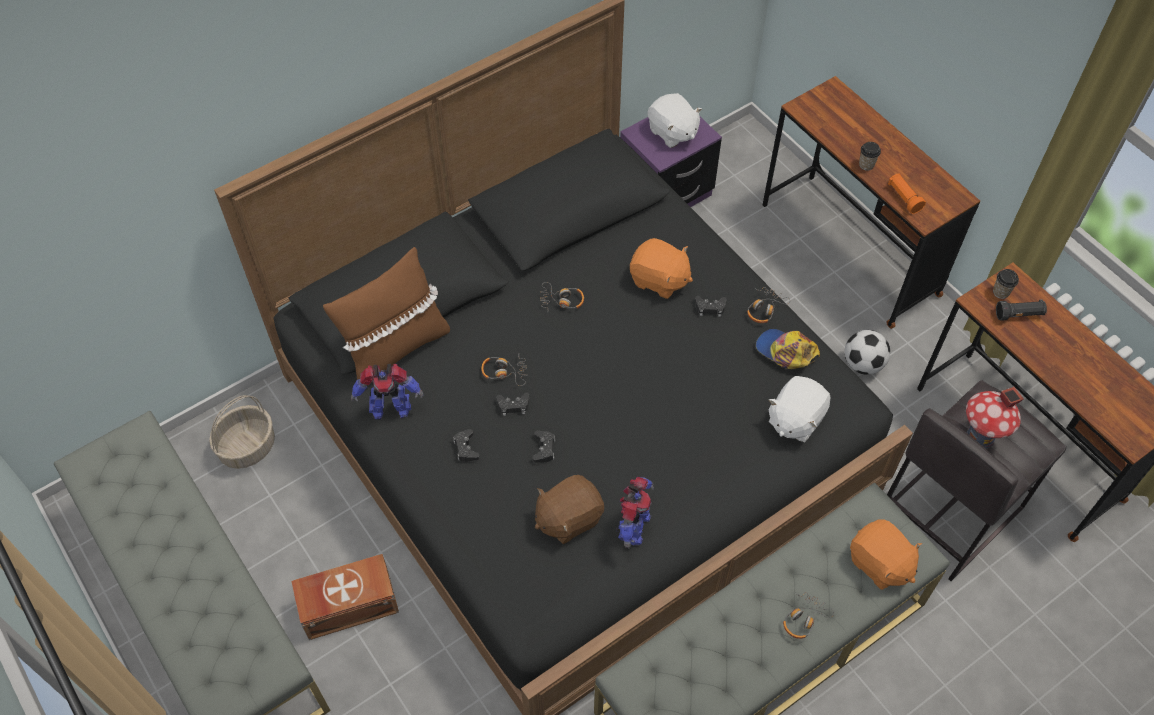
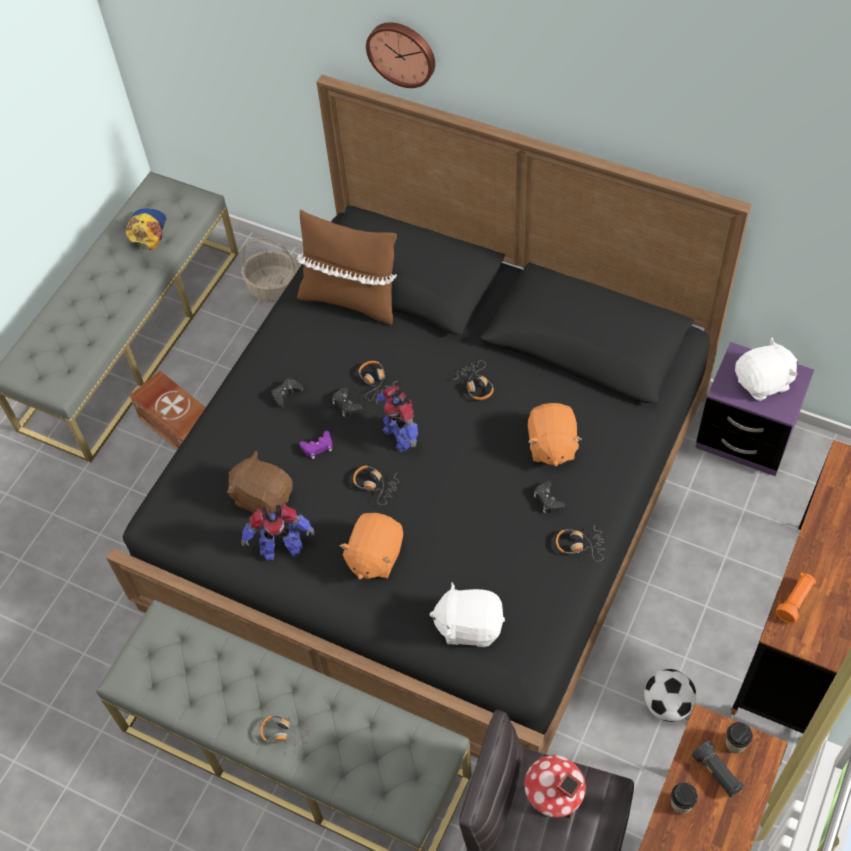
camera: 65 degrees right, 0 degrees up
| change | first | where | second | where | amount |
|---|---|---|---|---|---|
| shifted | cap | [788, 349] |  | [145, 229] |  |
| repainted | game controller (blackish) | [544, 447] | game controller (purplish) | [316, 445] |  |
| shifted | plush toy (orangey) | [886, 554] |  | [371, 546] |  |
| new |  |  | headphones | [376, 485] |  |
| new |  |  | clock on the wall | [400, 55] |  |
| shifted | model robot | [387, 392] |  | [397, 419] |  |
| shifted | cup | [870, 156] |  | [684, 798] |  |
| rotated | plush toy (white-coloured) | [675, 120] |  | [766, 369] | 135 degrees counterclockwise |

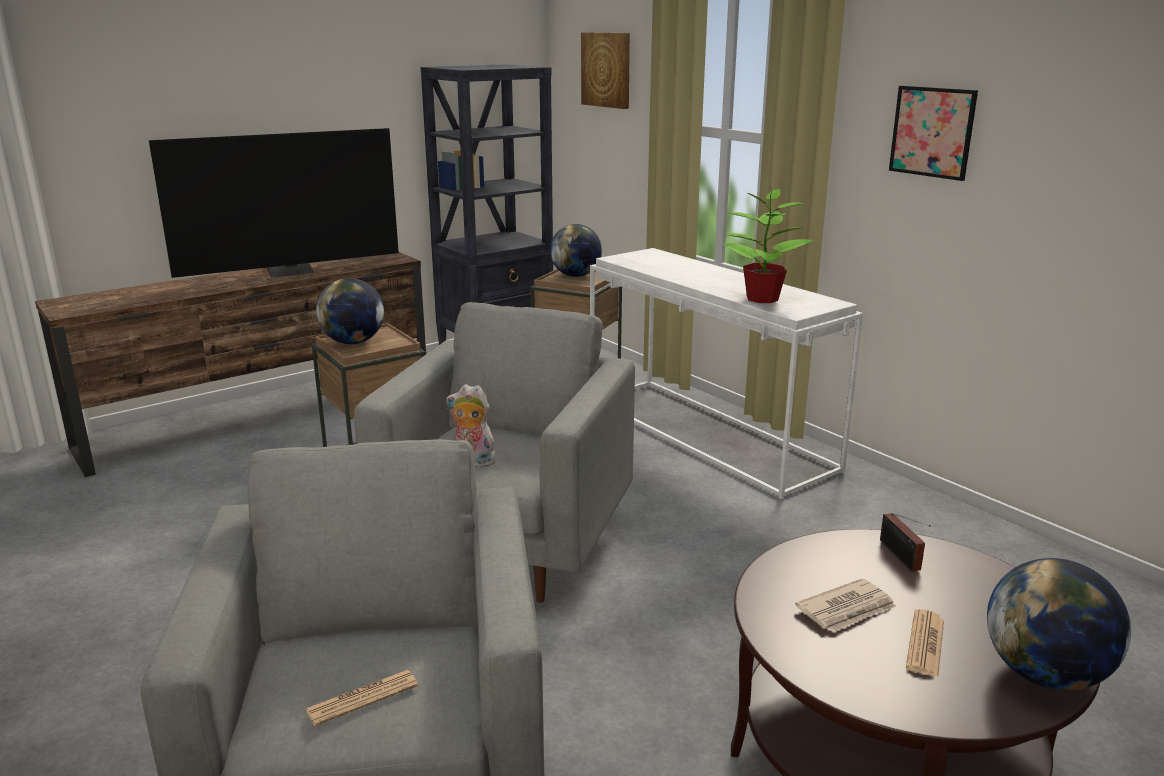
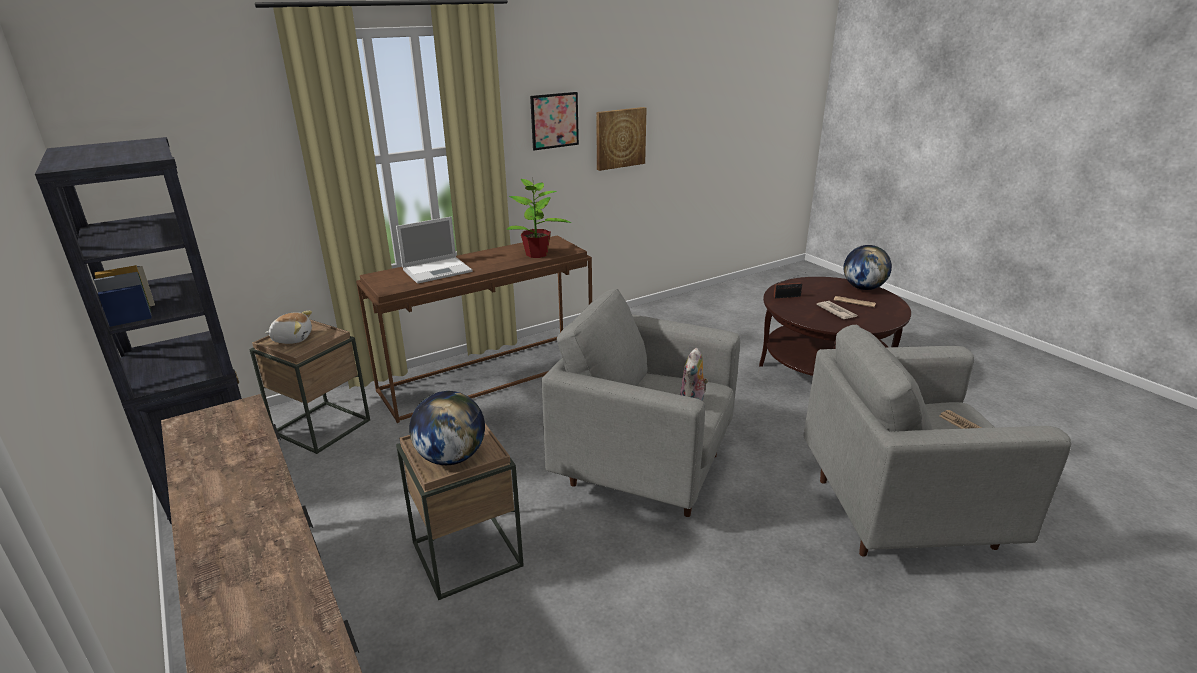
camera: 85 degrees left, 5 degrees up
| change | first | where | second | where | amount |
|---|---|---|---|---|---|
| swapped | world globe | [576, 250] | plush toy | [288, 327] |  |
| repainted | console table (white-coloured) | [726, 373] | console table (brownish) | [474, 329] |  |
| new |  |  | laptop | [434, 250] |  |
| shifted | picture | [605, 70] |  | [621, 139] |  |
| gone | TV | [274, 203] |  |  |  |

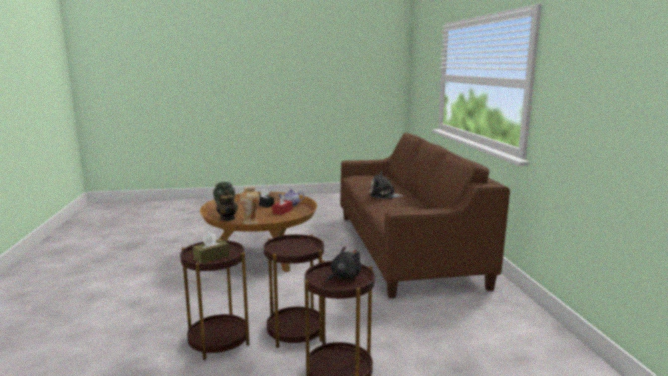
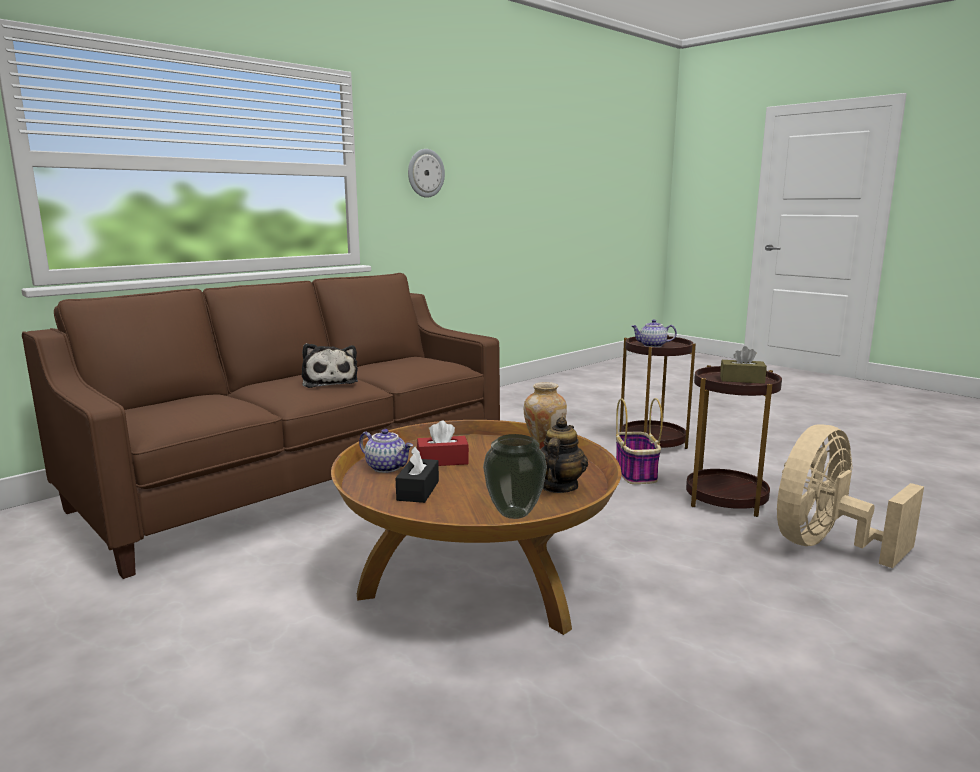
camera: 125 degrees left, 0 degrees up
| change | first | where | second | where | amount |
|---|---|---|---|---|---|
| new |  |  | clock on the wall | [426, 173] |  |
| swapped | end table (brownish) | [294, 291] | basket | [639, 441] |  |
| swapped | plush toy (blackish) | [344, 265] | tea pot | [654, 333] |  |
| new |  |  | fan (beige) | [850, 496] |  |

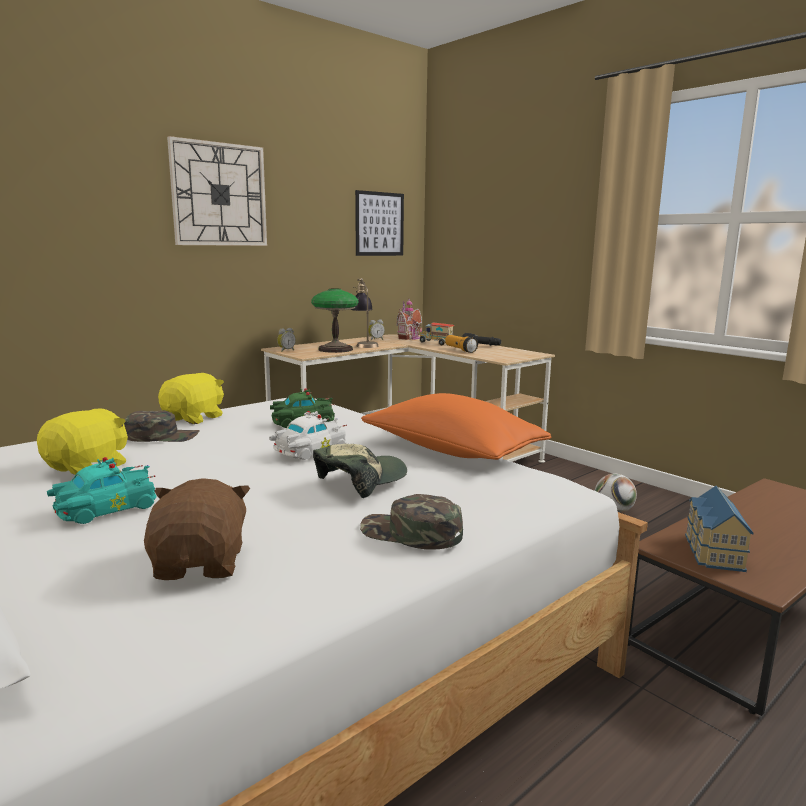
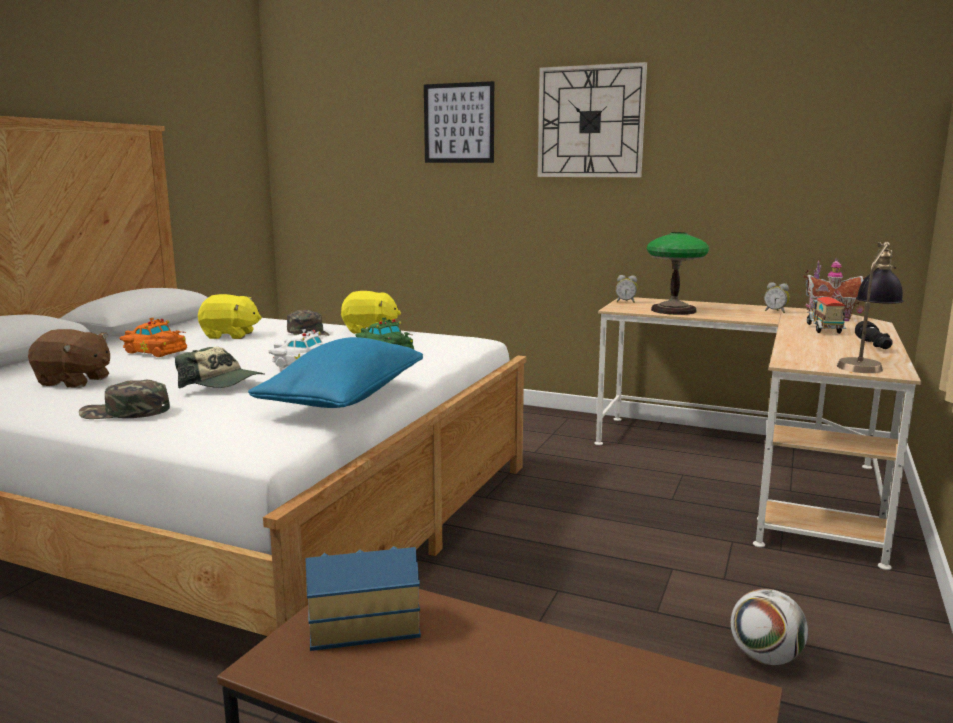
camera: 65 degrees right, 0 degrees up
| change | first | where | second | where | amount |
|---|---|---|---|---|---|
| rotated | plush toy (brownish) | [197, 529] |  | [69, 358] | 45 degrees clockwise |
| rotated | cap (greenish) | [411, 522] |  | [124, 399] | 90 degrees counterclockwise |
| repainted | miniature car (blue-green) | [101, 490] | miniature car (orangey) | [153, 337] |  |
| repainted | cushion (orangey) | [456, 426] | cushion (blue) | [335, 372] |  |
| shifted | picture | [379, 223] |  | [459, 122] |  |
| shifted | tabletop lamp | [364, 313] |  | [870, 307] |  |
| gone | flashlight | [461, 344] |  |  |  |

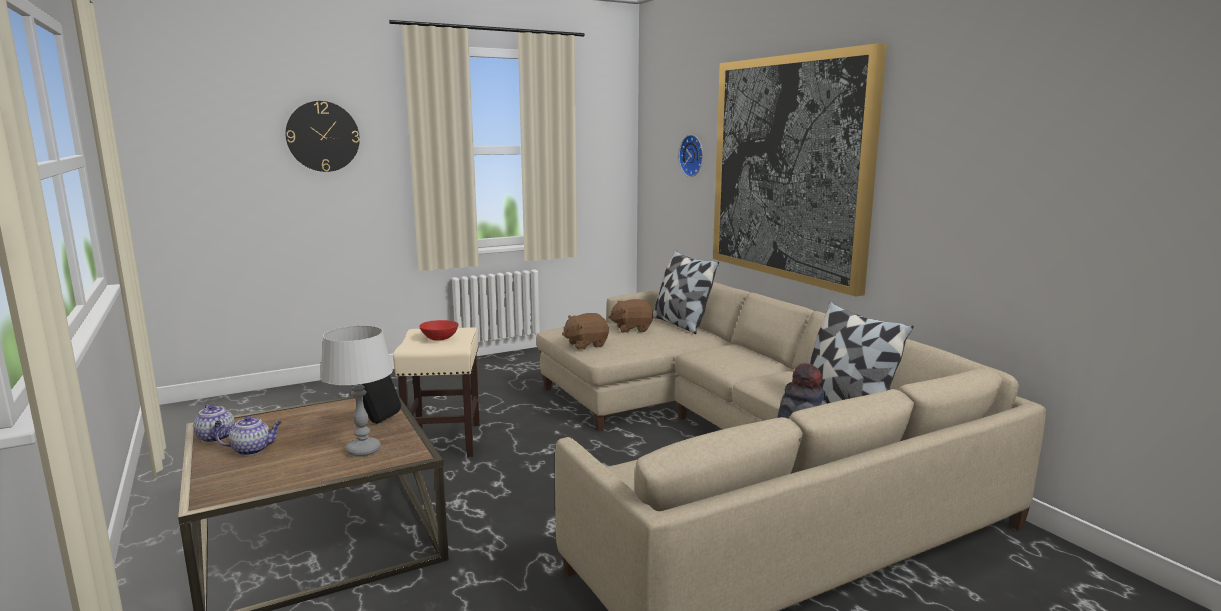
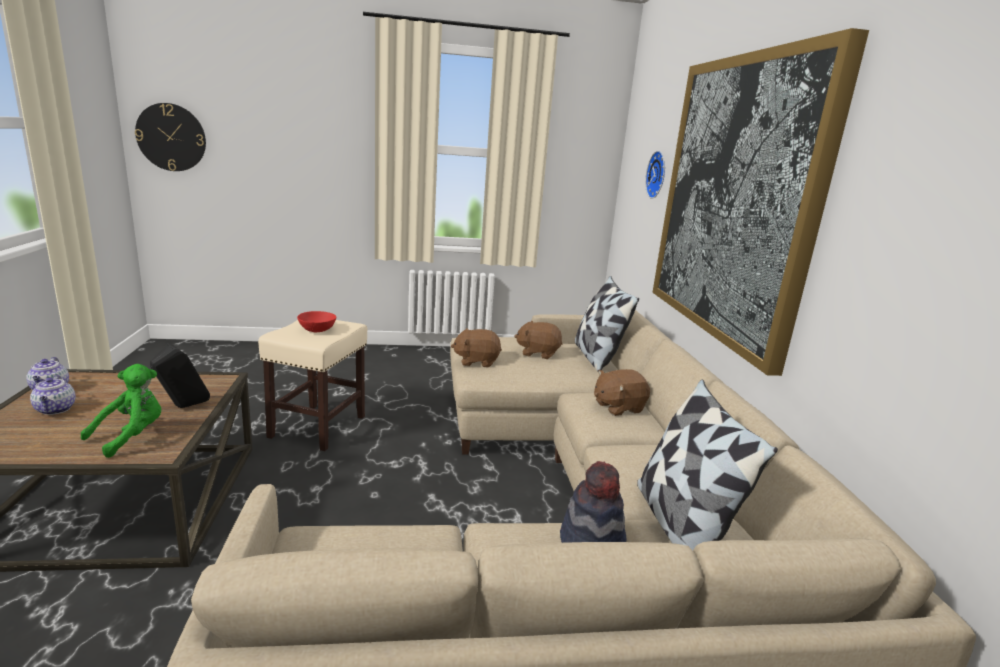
camera: 20 degrees right, 5 degrees up
| change | first | where | second | where | amount |
|---|---|---|---|---|---|
| rotated | tea pot | [248, 436] |  | [53, 395] | 60 degrees clockwise |
| swapped | tabletop lamp (greyish) | [356, 391] | plush toy (greenish) | [121, 411] |  |
| shifted | clock on the wall | [322, 136] |  | [170, 137] |  |
| new |  |  | plush toy (brownish) | [622, 392] |  |

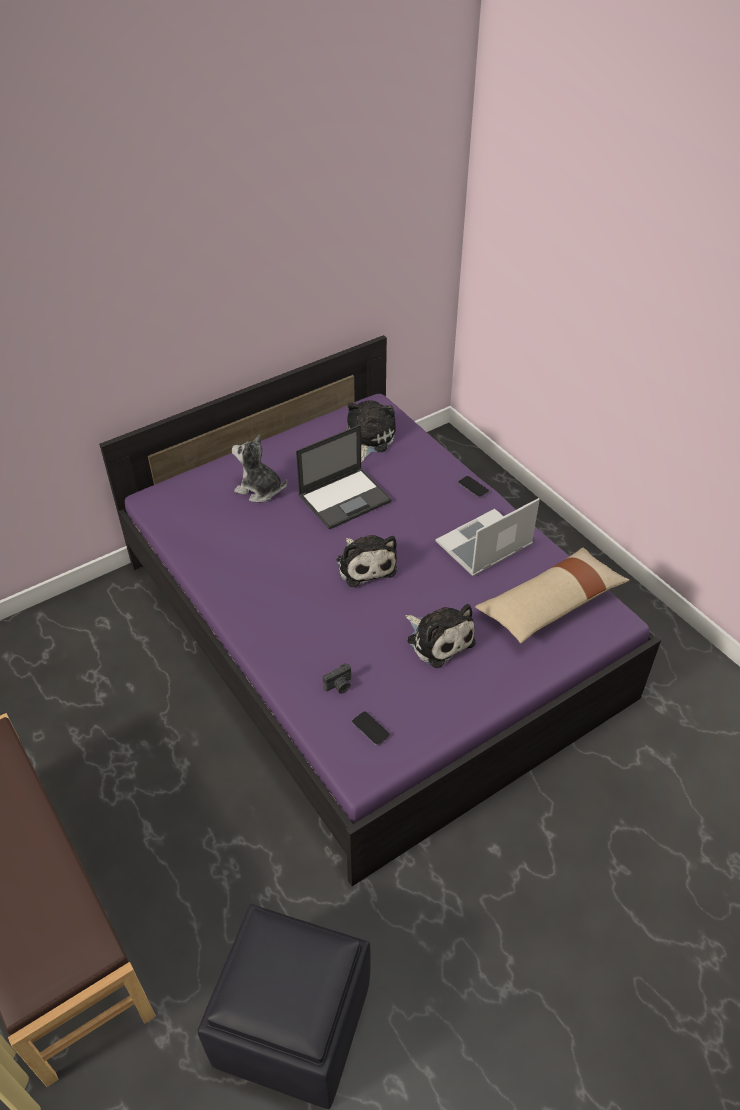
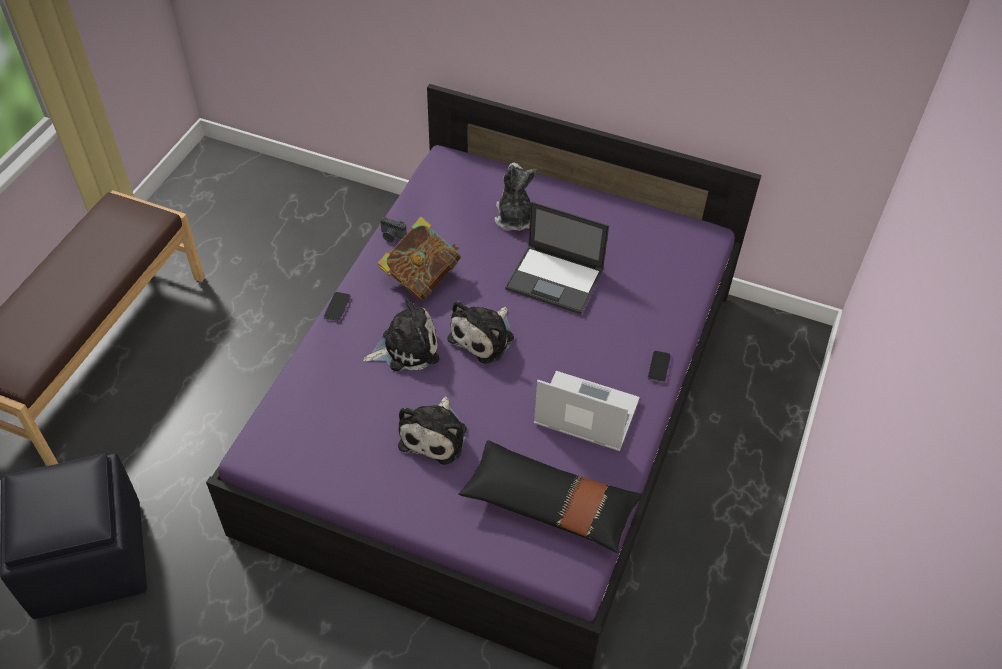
camera: 55 degrees right, 5 degrees up
| change | first | where | second | where | amount |
|---|---|---|---|---|---|
| shifted | handset | [371, 728] |  | [337, 306] |  |
| shifted | plush toy | [371, 431] |  | [401, 334] |  |
| new |  |  | book | [419, 259] |  |
| shifted | photo camera | [337, 678] |  | [393, 229] |  |
| repainted | cushion (beige) | [552, 595] | cushion (blackish) | [550, 496] |  |

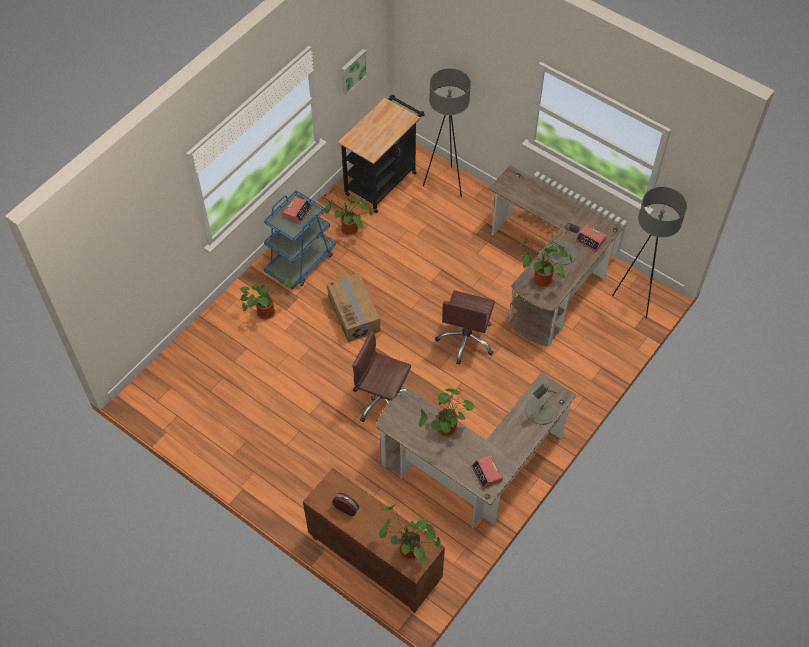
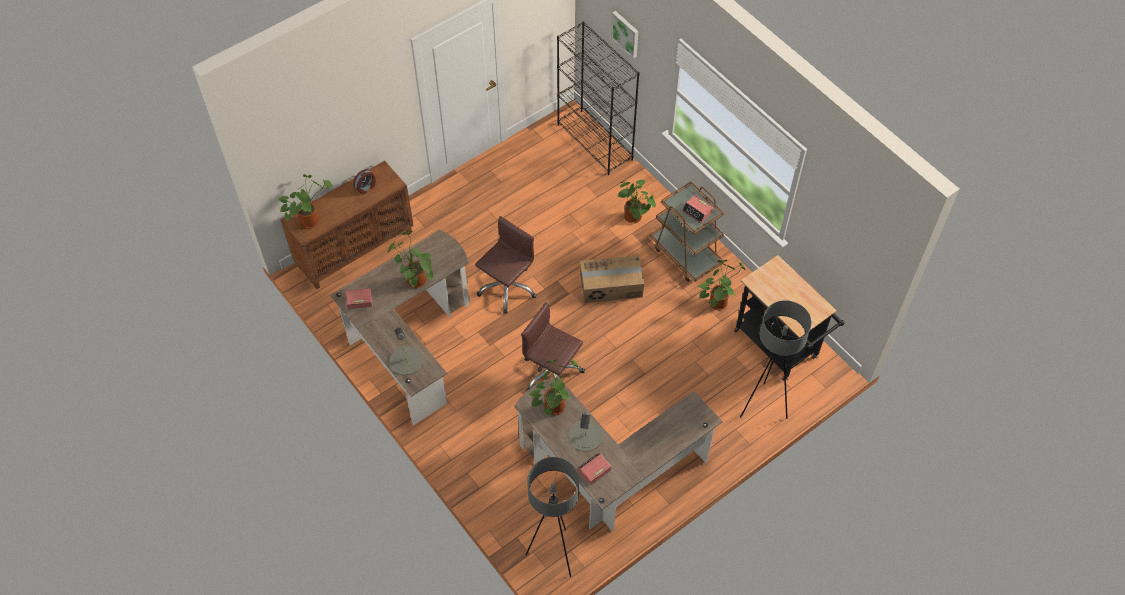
camera: 105 degrees right, 0 degrees up
| change | first | where | second | where | amount |
|---|---|---|---|---|---|
| new |  |  | shelving unit (blackish) | [598, 98] |  |
| shifted | picture | [354, 72] |  | [624, 35] |  |
| repainted | trolley (blue) | [300, 239] | trolley (brownish) | [687, 231] |  |

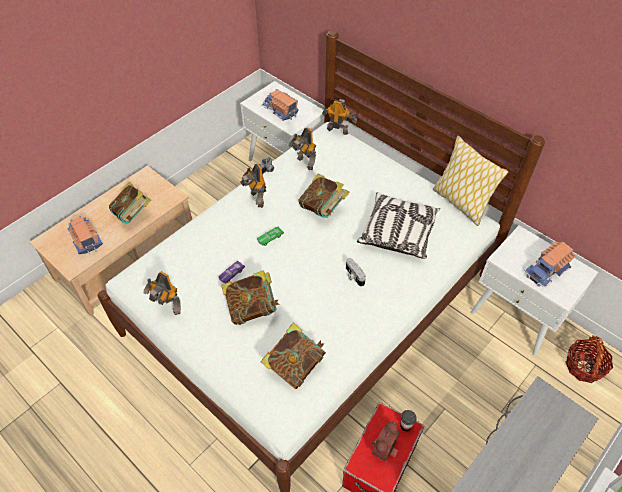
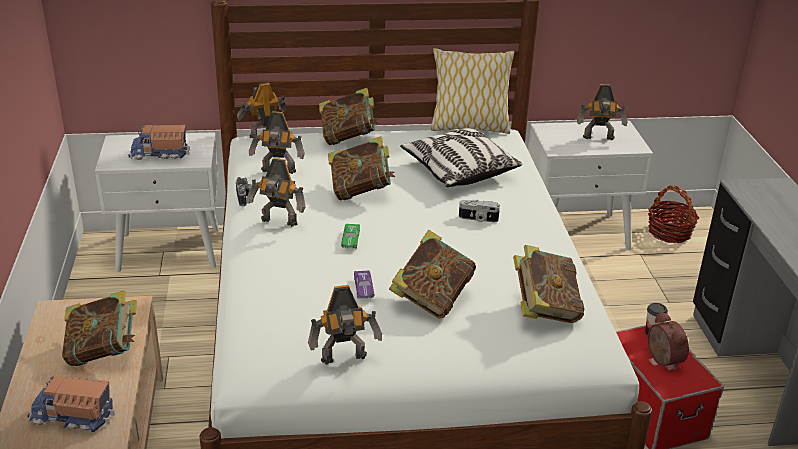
camera: 50 degrees left, 20 degrees down
| change | first | where | second | where | amount |
|---|---|---|---|---|---|
| new |  |  | book | [349, 116] |  |
| swapped | model truck | [550, 264] | model robot | [602, 112] |  |

